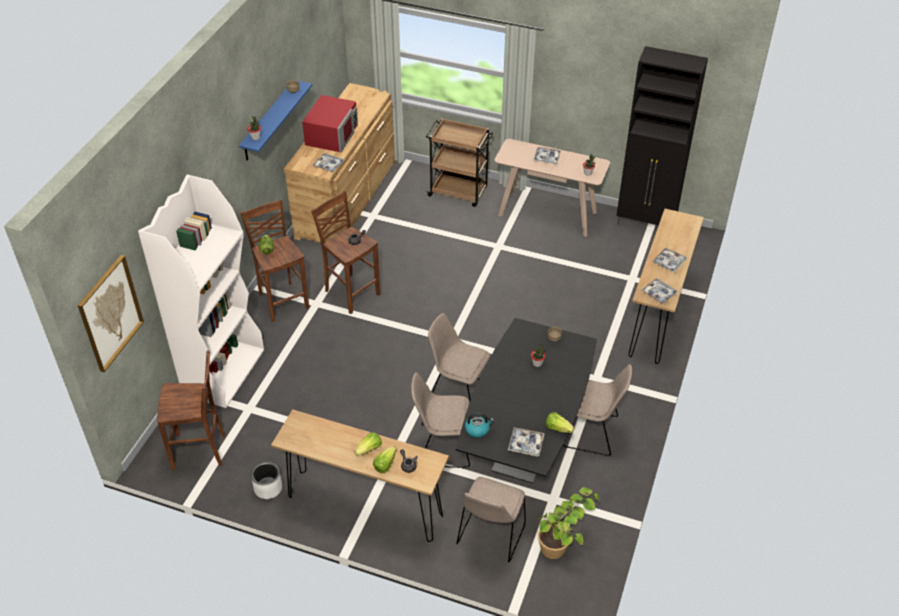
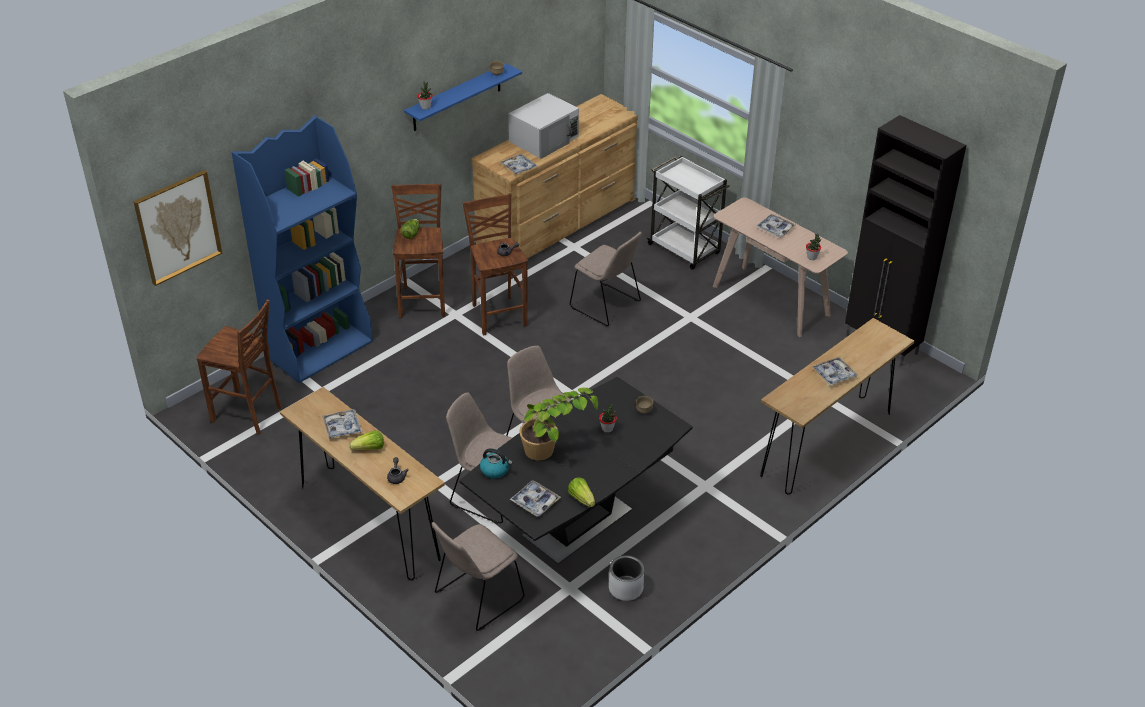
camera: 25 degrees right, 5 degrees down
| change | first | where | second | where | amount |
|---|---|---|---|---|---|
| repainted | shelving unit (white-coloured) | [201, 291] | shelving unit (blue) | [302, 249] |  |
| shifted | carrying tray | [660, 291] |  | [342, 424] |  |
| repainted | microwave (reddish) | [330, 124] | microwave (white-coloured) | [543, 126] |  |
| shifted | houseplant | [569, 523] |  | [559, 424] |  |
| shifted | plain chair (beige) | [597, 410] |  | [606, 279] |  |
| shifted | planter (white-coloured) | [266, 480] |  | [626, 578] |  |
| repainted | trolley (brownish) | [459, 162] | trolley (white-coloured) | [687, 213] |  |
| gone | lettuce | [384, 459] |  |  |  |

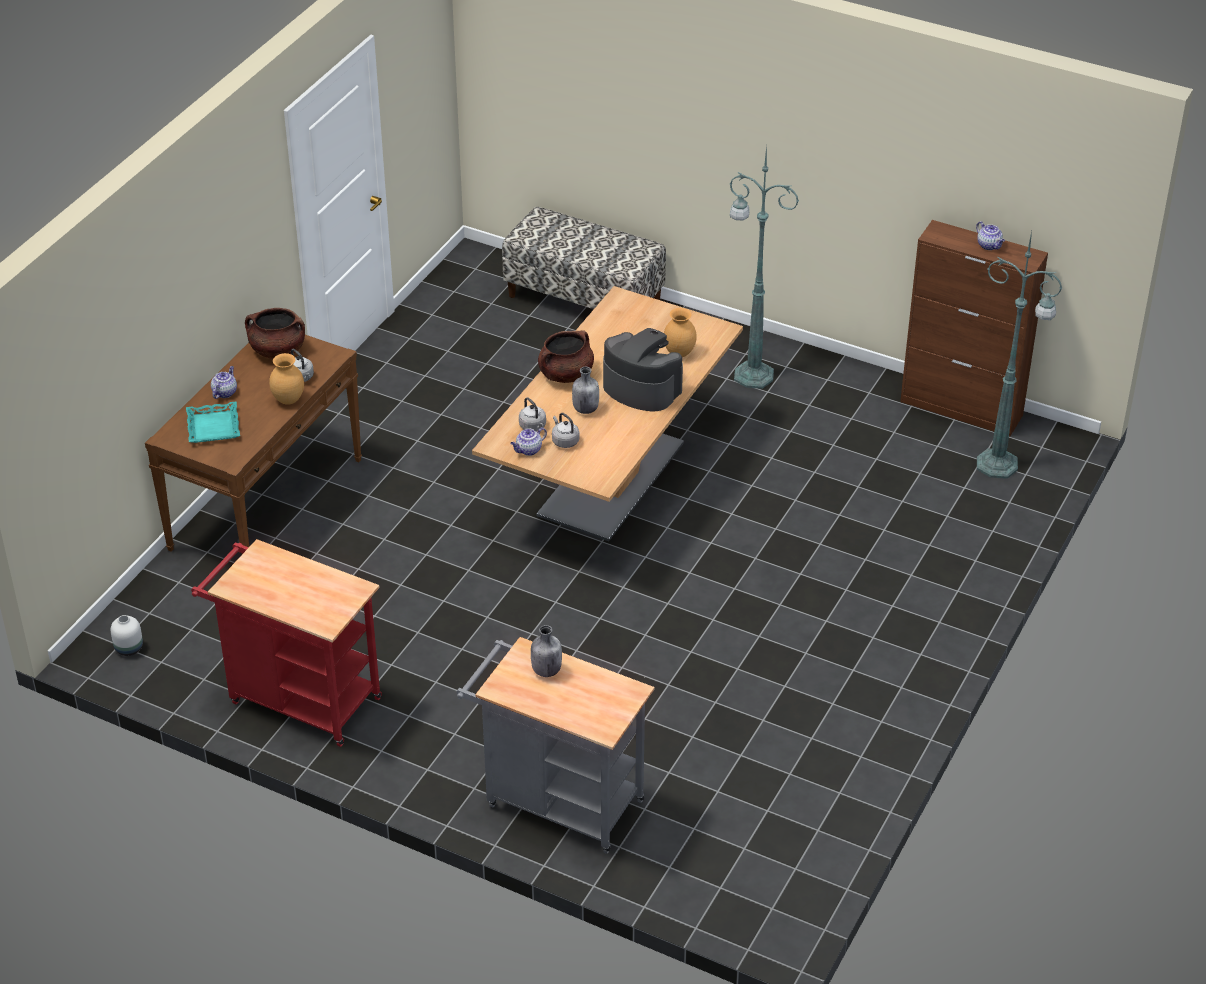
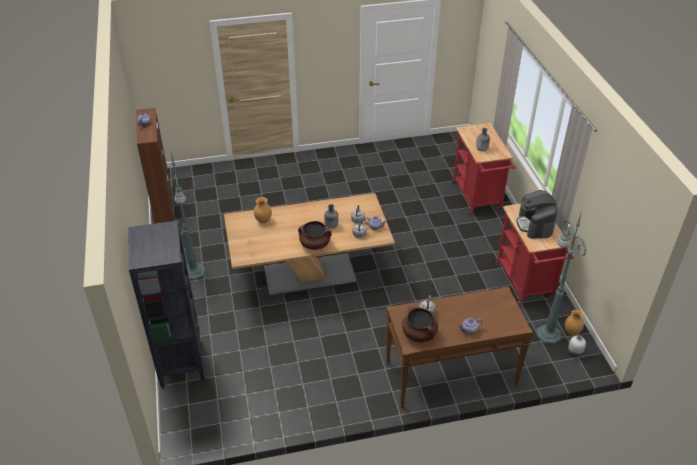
camera: 130 degrees left, 0 degrees up
| change | first | where | second | where | amount |
|---|---|---|---|---|---|
| swapped | bench | [584, 258] | shelving unit (blackish) | [166, 304] |  |
| repainted | trolley (greyish) | [555, 745] | trolley (reddish) | [484, 169] |  |
| shifted | coffee machine | [643, 370] |  | [537, 214] |  |
| shifted | standing lamp (greenish) | [1019, 355] |  | [561, 277] |  |
| shifted | vase (brownish) | [286, 379] |  | [574, 322] |  |
| gone | carrying tray (blue-green) | [213, 422] |  |  |  |

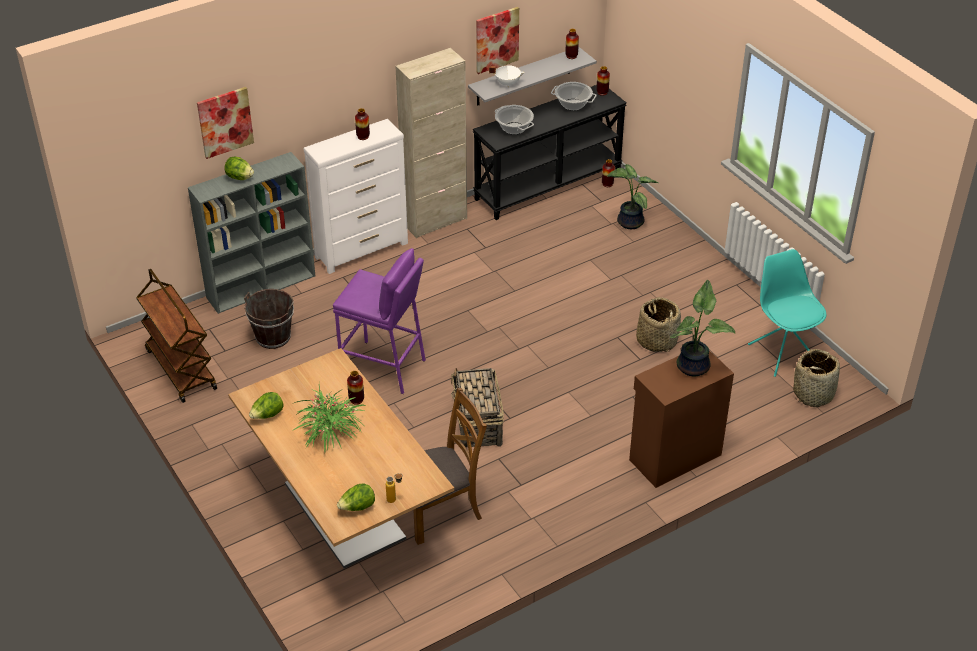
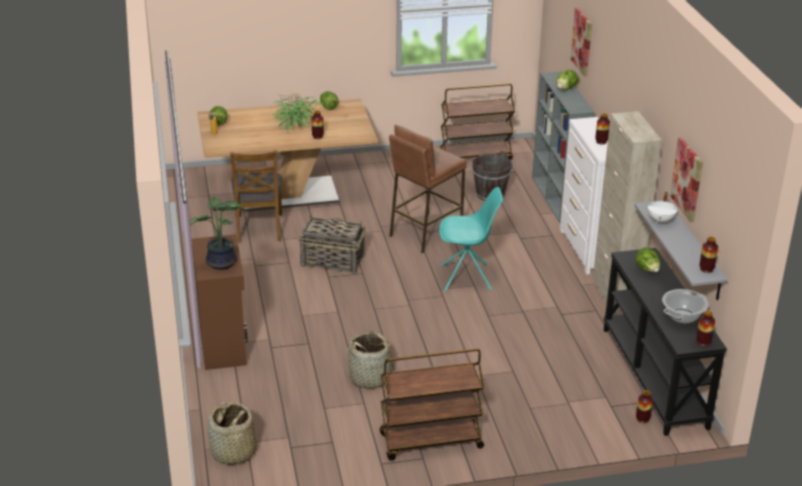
camera: 110 degrees right, 10 degrees down
| change | first | where | second | where | amount |
|---|---|---|---|---|---|
| new |  |  | trolley (brownish) | [432, 404] |  |
| repainted | stool seat (purplish) | [379, 321] | stool seat (brownish) | [428, 189] |  |
| shifted | plain chair (blue-green) | [787, 313] |  | [471, 239] |  |
| swapped | cooking pot | [514, 119] | lettuce | [648, 259] |  |
| gone | houseplant | [633, 196] |  |  |  |

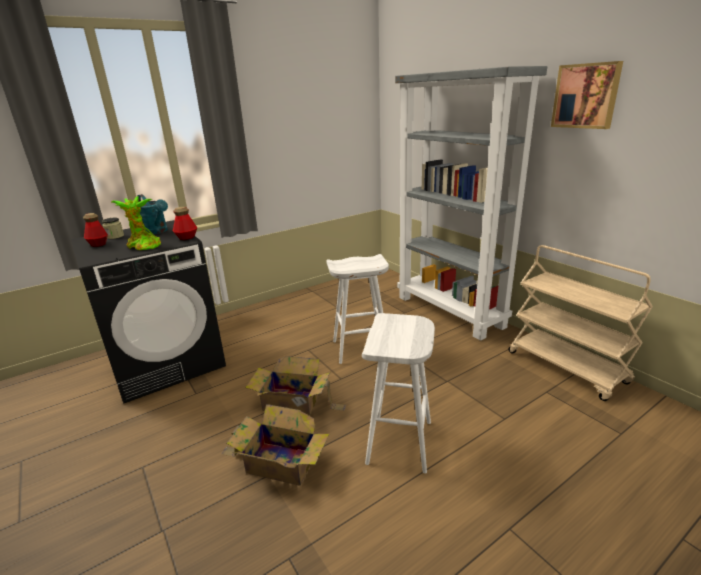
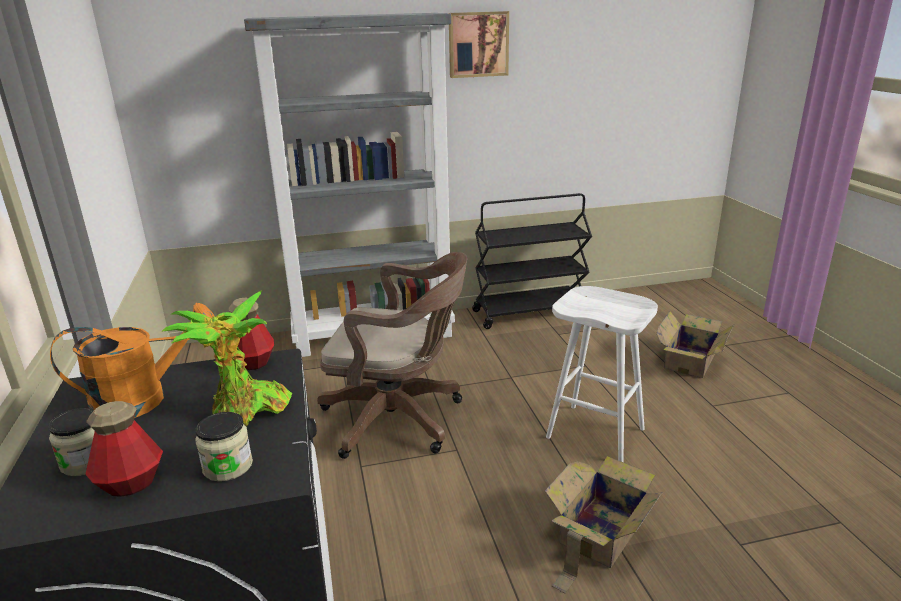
camera: 70 degrees left, 0 degrees up
| change | first | where | second | where | amount |
|---|---|---|---|---|---|
| repainted | sprinkling can (blue-green) | [152, 214] | sprinkling can (orangey) | [132, 360] |  |
| new |  |  | jar | [224, 446] |  |
| swapped | stool seat (white-coloured) | [357, 309] | office chair (brownish) | [392, 355] |  |
| repainted | trolley (beige) | [580, 323] | trolley (blackish) | [532, 261] |  |
| shifted | packing box | [295, 386] |  | [695, 344] |  |

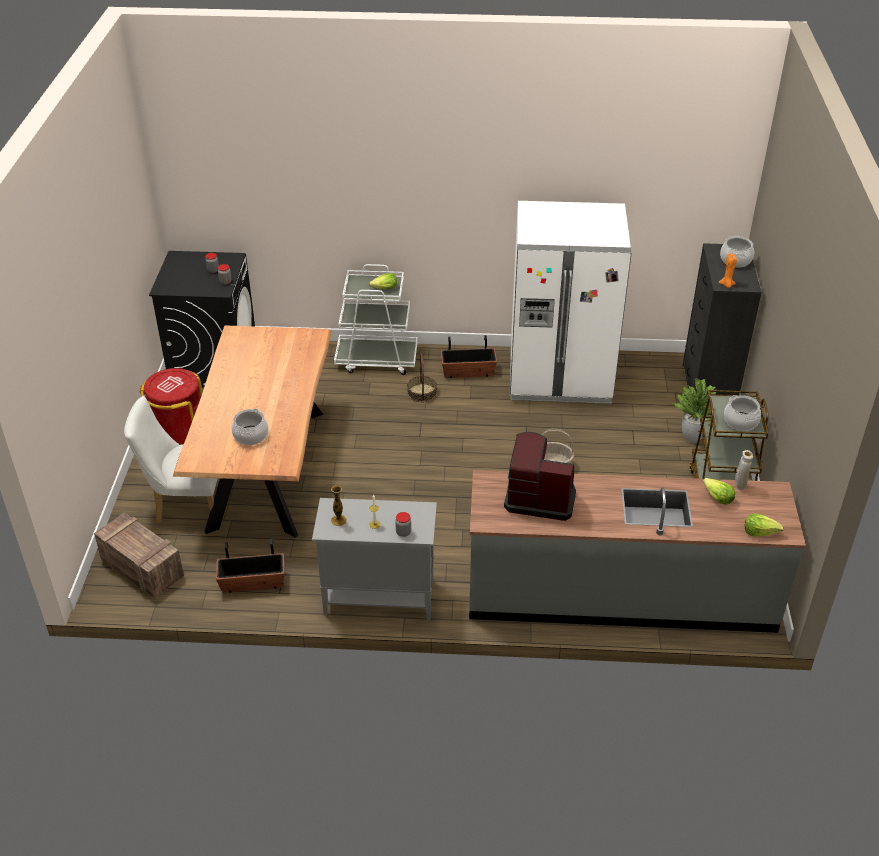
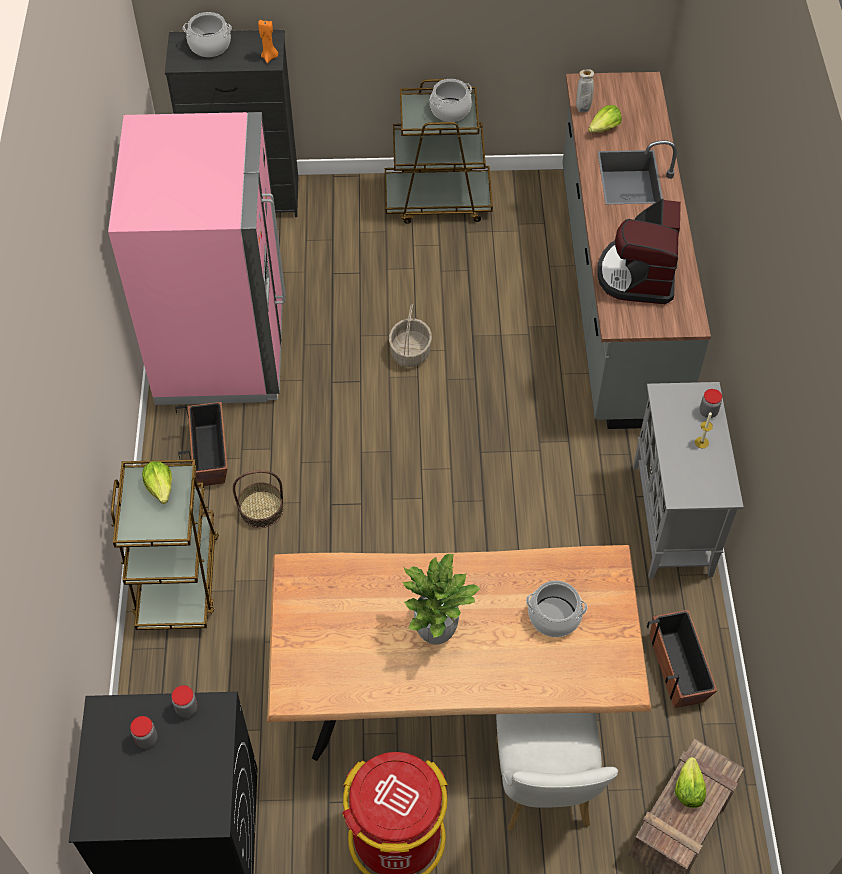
camera: 95 degrees left, 15 degrees up
| change | first | where | second | where | amount |
|---|---|---|---|---|---|
| repainted | refrigerator (white-coloured) | [571, 302] | refrigerator (pinkish) | [197, 258] |  |
| repainted | trolley (white-coloured) | [376, 319] | trolley (brownish) | [165, 544] |  |
| shifted | houseplant | [695, 410] |  | [442, 599] |  |
| shifted | lettuce | [764, 525] |  | [690, 782] |  |
| gone | vase | [339, 506] |  |  |  |

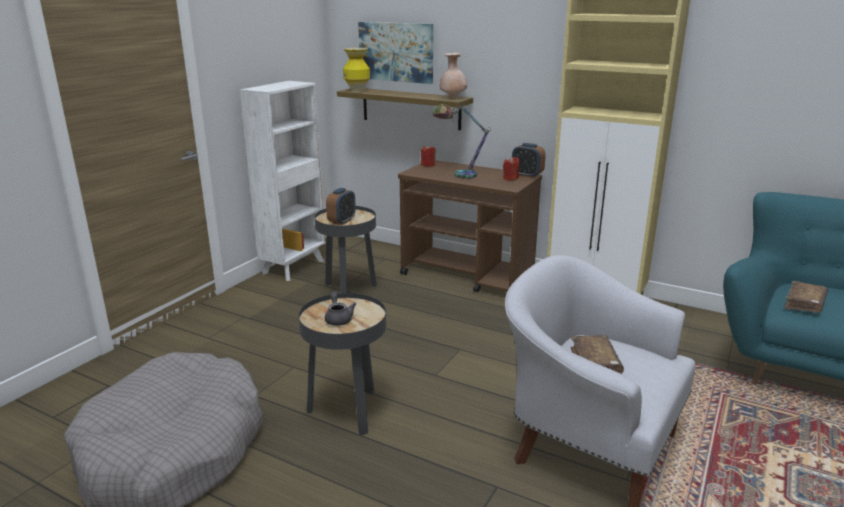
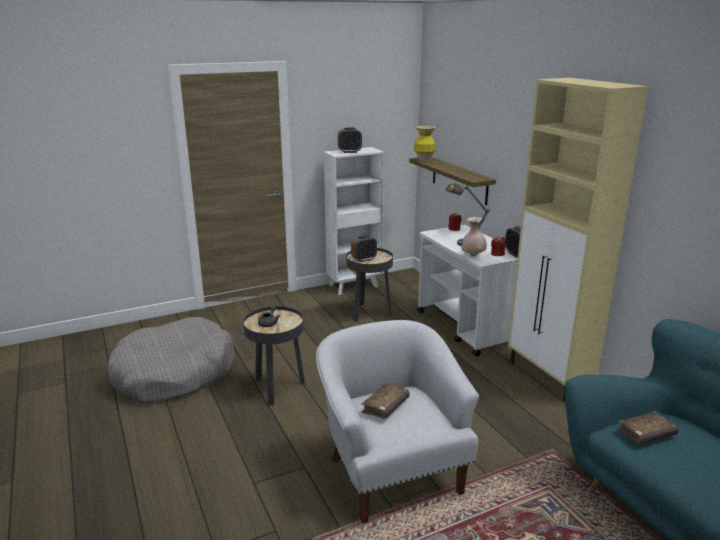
camera: 35 degrees right, 0 degrees up
| change | first | where | second | where | amount |
|---|---|---|---|---|---|
| new |  |  | alarm clock | [350, 140] |  |
| repainted | trolley (brownish) | [470, 226] | trolley (white-coloured) | [467, 291] |  |
| shifted | vase (beige) | [453, 75] |  | [474, 237] |  |
| gone | picture | [395, 53] |  |  |  |

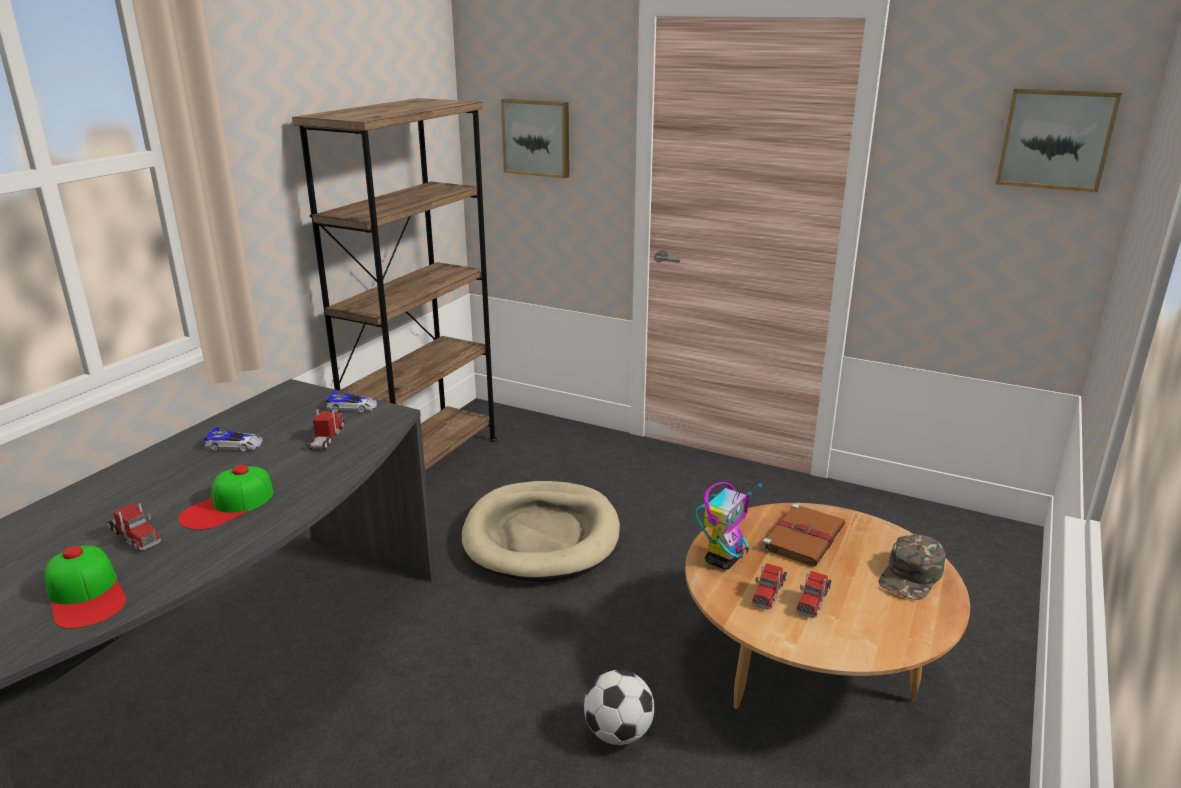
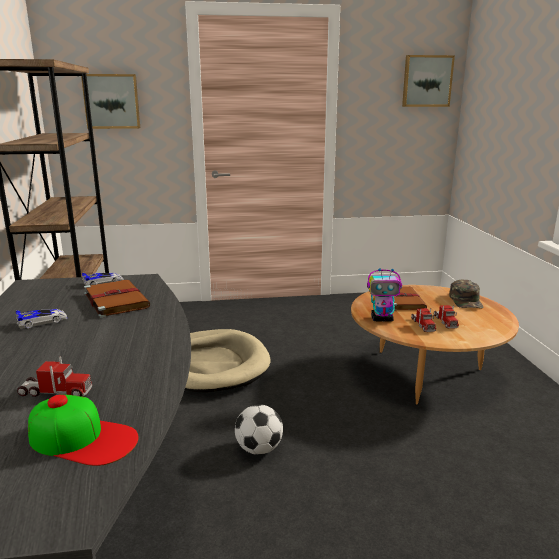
camera: 35 degrees left, 5 degrees down
| change | first | where | second | where | amount |
|---|---|---|---|---|---|
| swapped | model truck | [326, 429] | book (brownish) | [117, 299] |  |
| shifted | football ball | [619, 707] |  | [259, 429] |  |
| rotated | model robot | [729, 526] |  | [384, 294] | 90 degrees clockwise |
| gone | cap | [225, 497] |  |  |  |

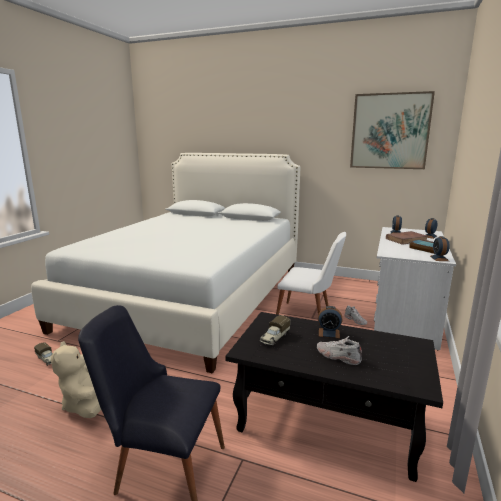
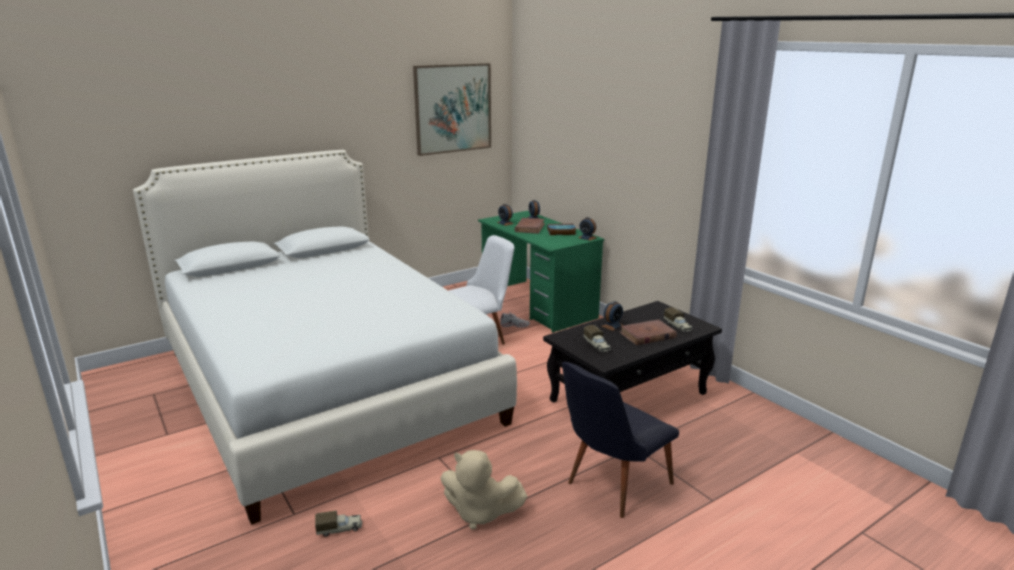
camera: 55 degrees left, 5 degrees up
| change | first | where | second | where | amount |
|---|---|---|---|---|---|
| repainted | desk (white-coloured) | [415, 289] | desk (greenish) | [541, 272] |  |
| swapped | low shoe (white-coloured) | [339, 350] | book (brownish) | [648, 332] |  |
| new |  |  | model truck | [678, 320] |  |

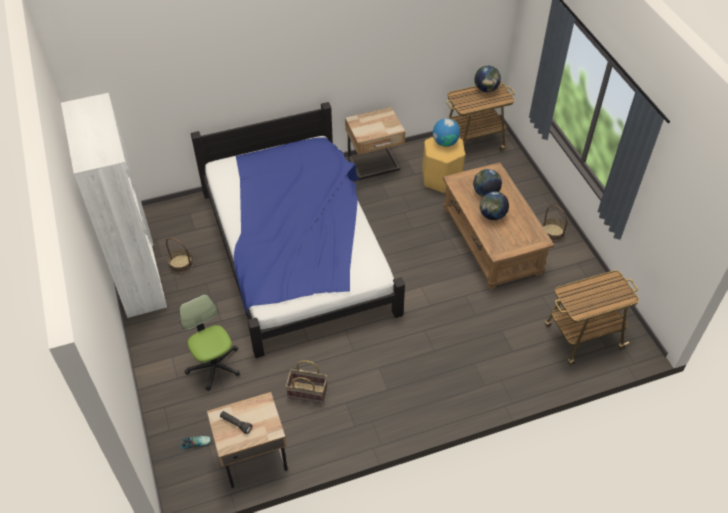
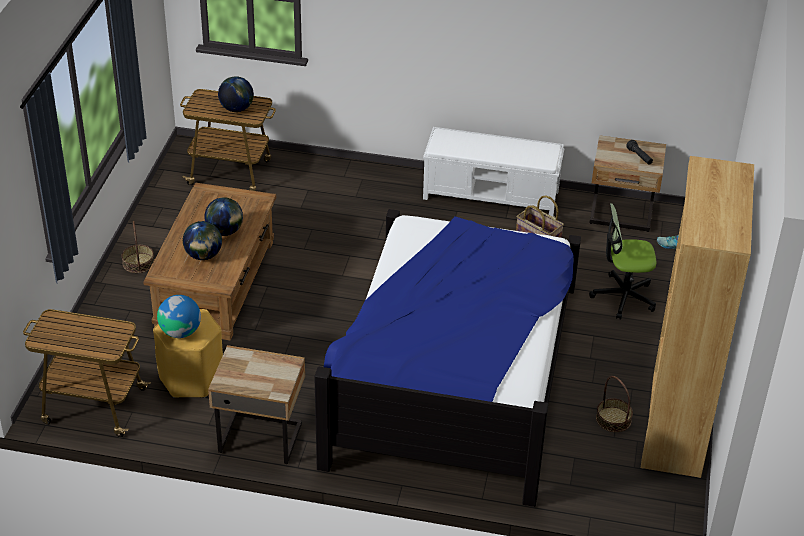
camera: 150 degrees left, 10 degrees down
| change | first | where | second | where | amount |
|---|---|---|---|---|---|
| shifted | world globe | [487, 79] |  | [236, 94] |  |
| new |  |  | bench (white-coloured) | [494, 171] |  |
| rotated | office chair | [209, 343] |  | [622, 261] | 90 degrees clockwise |
| repainted | shelving unit (white-coloured) | [114, 205] | shelving unit (brownish) | [697, 317] |  |

